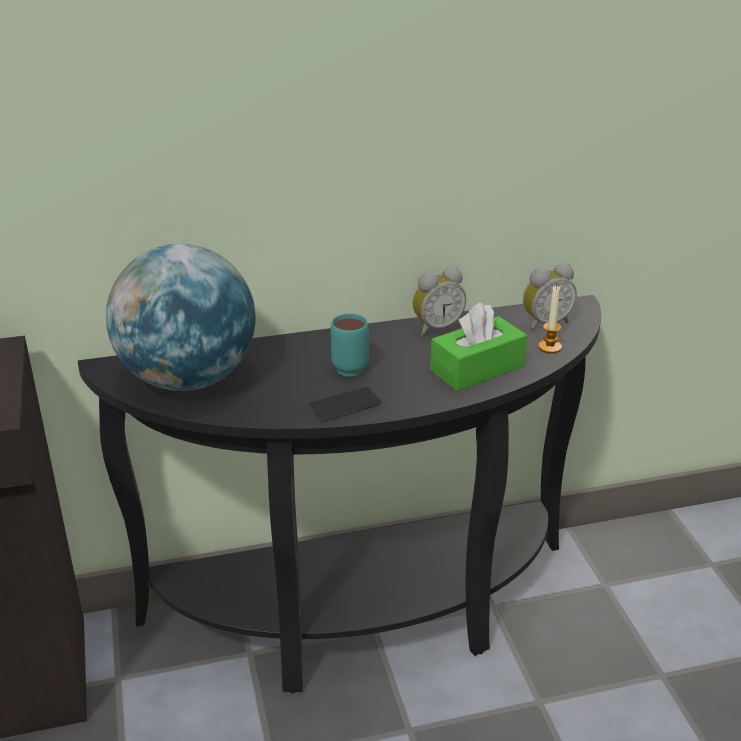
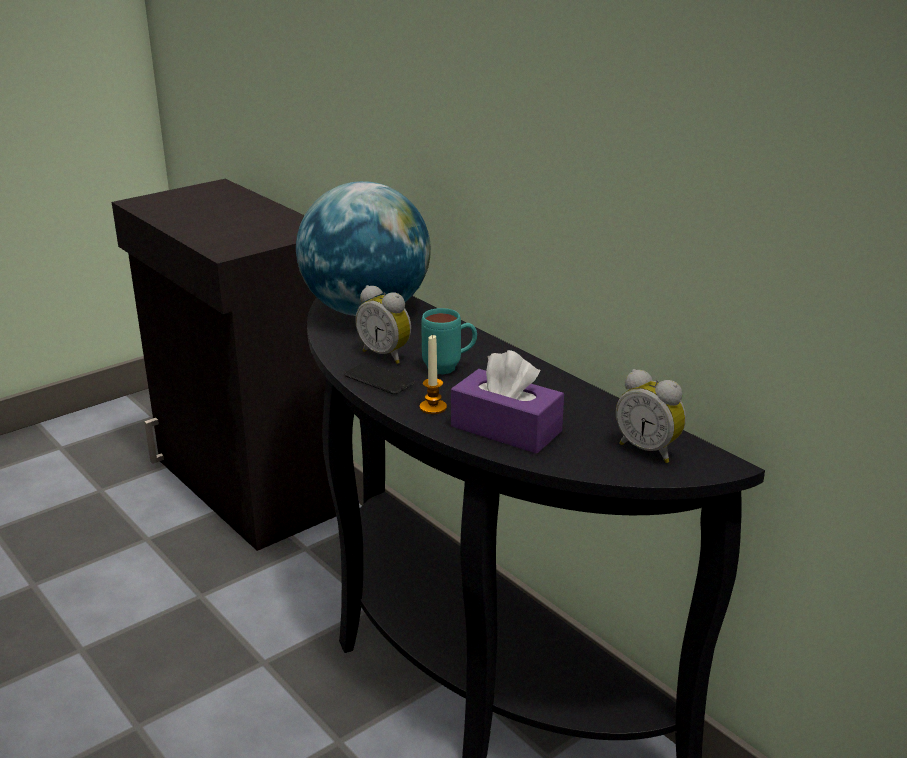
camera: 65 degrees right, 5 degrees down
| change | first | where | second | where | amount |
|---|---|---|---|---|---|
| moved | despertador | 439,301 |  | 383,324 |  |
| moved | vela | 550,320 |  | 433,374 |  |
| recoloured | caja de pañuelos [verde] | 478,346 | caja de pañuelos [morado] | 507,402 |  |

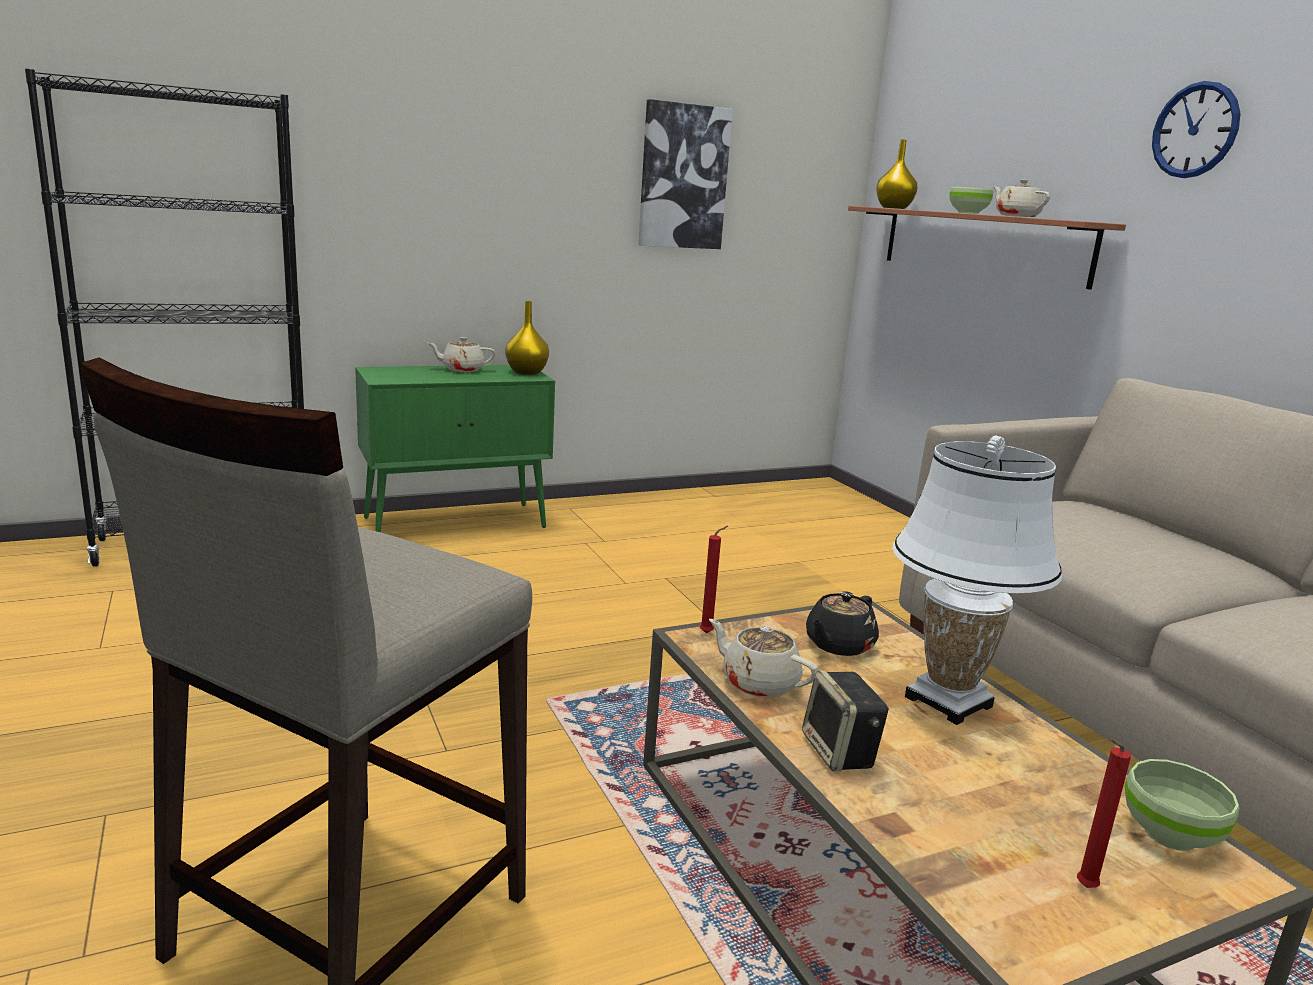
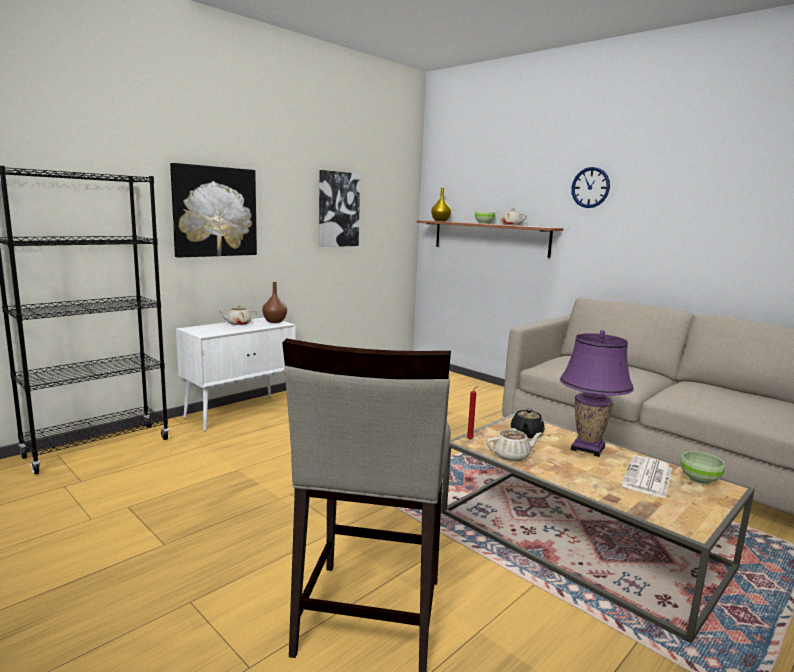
camera: 20 degrees left, 5 degrees down
| change | first | where | second | where | amount |
|---|---|---|---|---|---|
| added |  |  | cuadro | 213,210 |  |
| recoloured | armario [verde] | 455,448 | armario [blanco] | 236,374 |  |
| recoloured | florero [amarillo] | 527,338 | florero [marrón] | 274,302 |  |
| turned | tetera [beis] | 763,658 |  | 514,444 | 150 degrees clockwise |
| recoloured | lámpara de mesa [blanco] | 977,580 | lámpara de mesa [morado] | 597,393 |  |
| added |  |  | periódico | 646,476 |  |
| removed | altavoz | 845,721 |  |  |  |
| removed | vela [rojo] | 1104,813 |  |  |  |

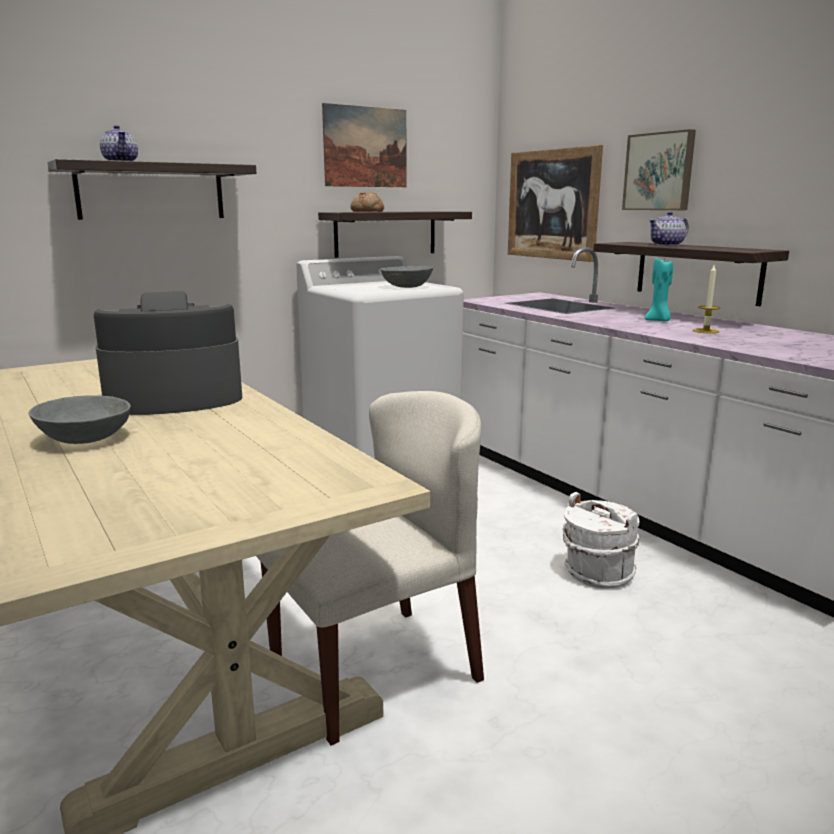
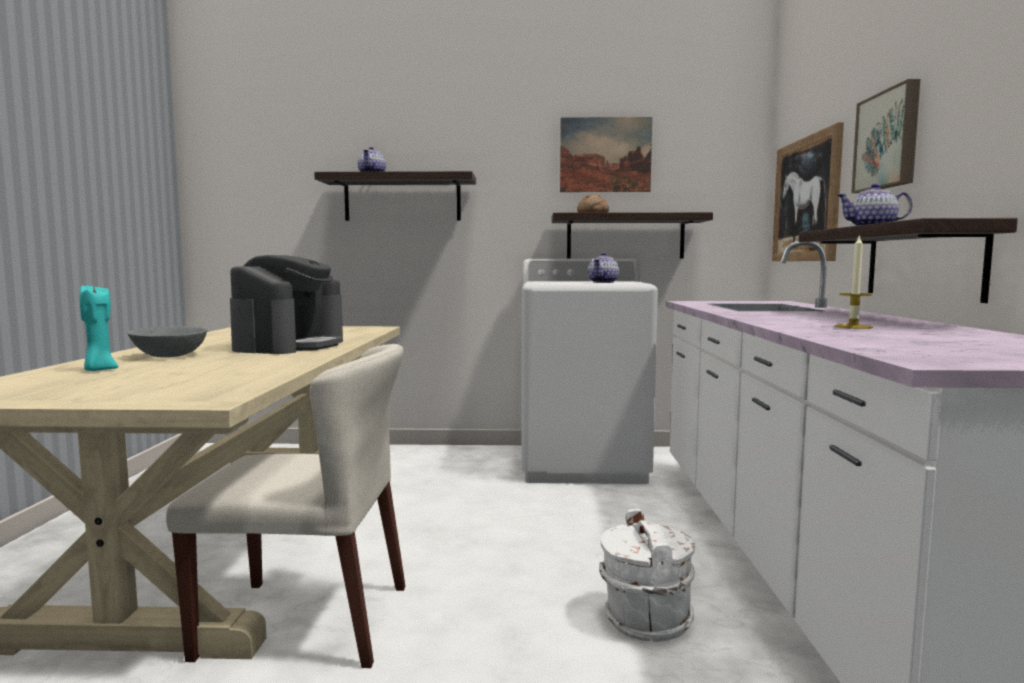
camera: 35 degrees right, 10 degrees down
| change | first | where | second | where | amount |
|---|---|---|---|---|---|
| moved | vela [turquesa] | 659,288 |  | 99,328 |  |
| turned | cafetera | 168,353 |  | 286,304 | 90 degrees clockwise |
| replaced | cuenco [gris] | 407,277 | tetera | 603,267 |  |

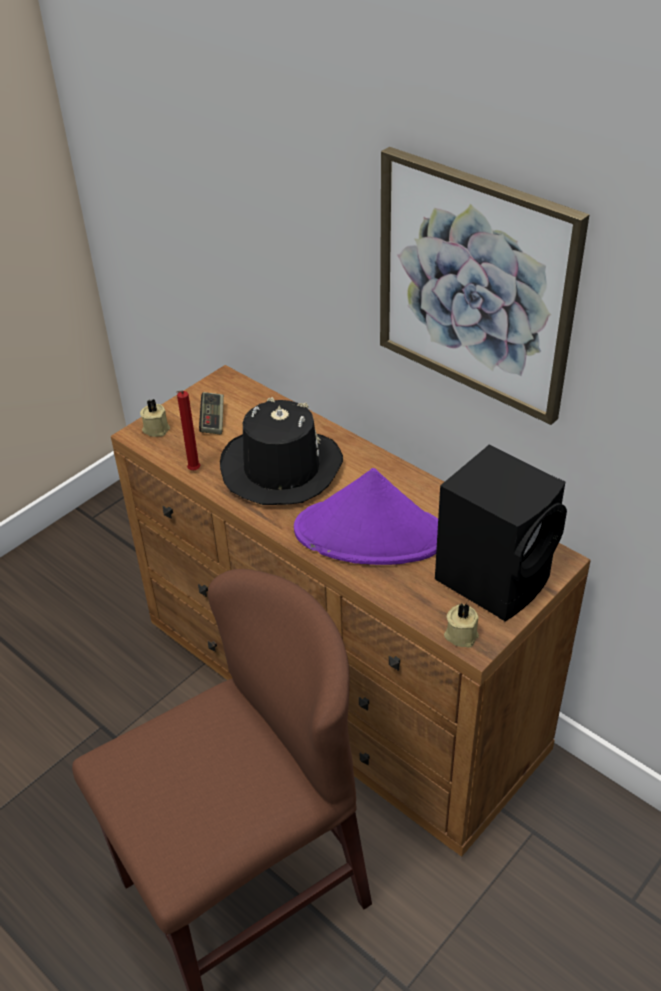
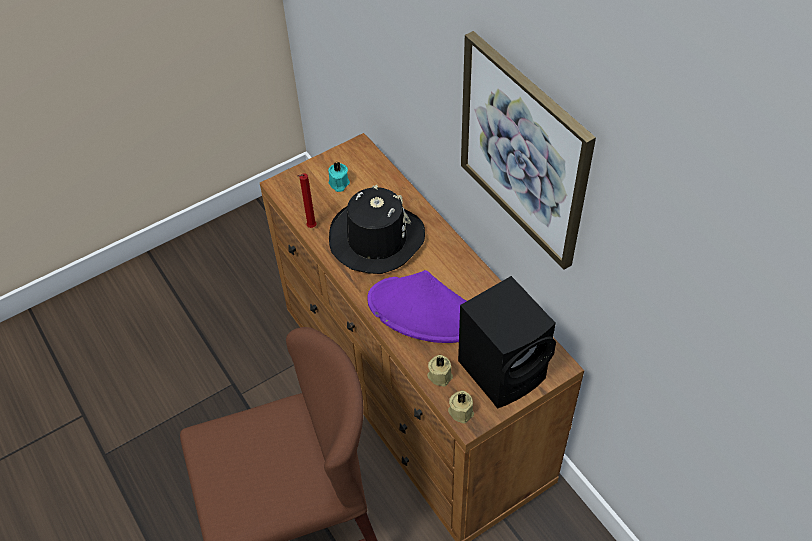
camera: 15 degrees right, 10 degrees up
| change | first | where | second | where | amount |
|---|---|---|---|---|---|
| replaced | mando de consola | 211,413 | vela [turquesa] | 339,177 |  |
| moved | vela [beis] | 155,418 |  | 440,371 |  |

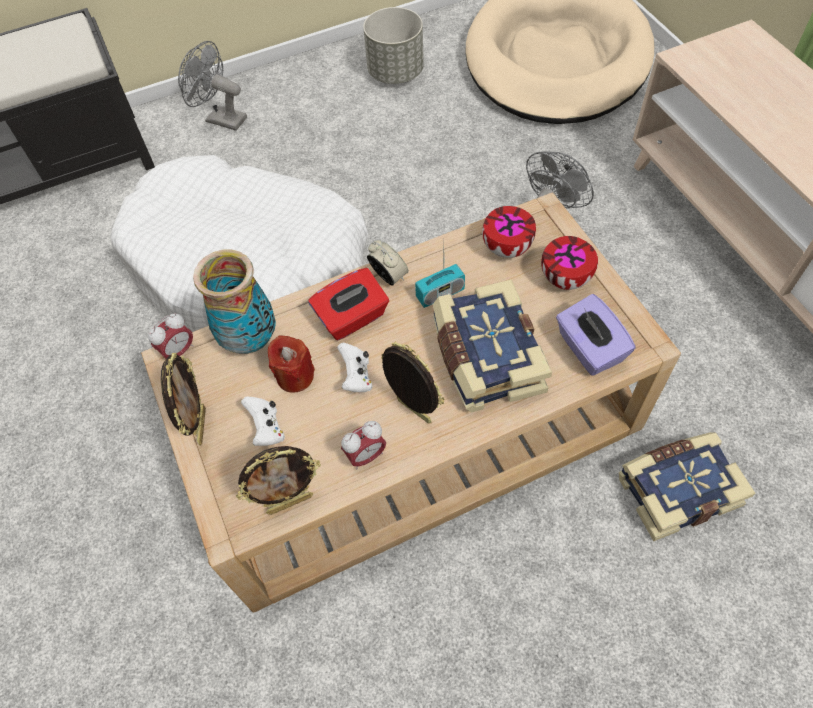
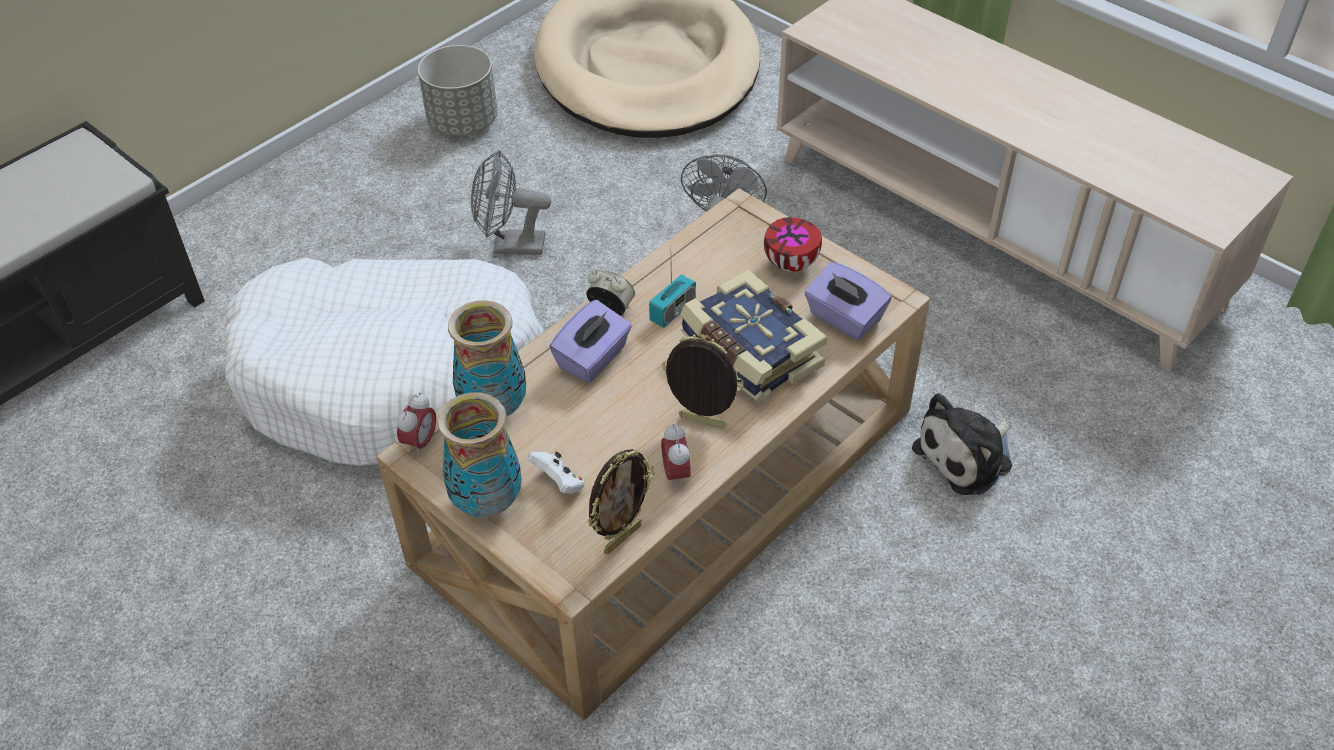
camera: 25 degrees left, 10 degrees down
| change | first | where | second | where | amount |
|---|---|---|---|---|---|
| replaced | portarretratos | 183,399 | florero | 479,454 |  |
| moved | ventilador [gris] | 212,86 |  | 511,202 |  |
| recoloured | caja de pañuelos [rojo] | 348,304 | caja de pañuelos [morado] | 590,341 |  |
| turned | despertador | 363,445 |  | 676,455 | 135 degrees clockwise |
| replaced | libro | 687,486 | peluche | 962,444 |  |
| removed | vela [rojo] | 291,364 |  |  |  |
| removed | mando de consola [blanco] | 354,367 |  |  |  |
| removed | cuenco | 509,232 |  |  |  |

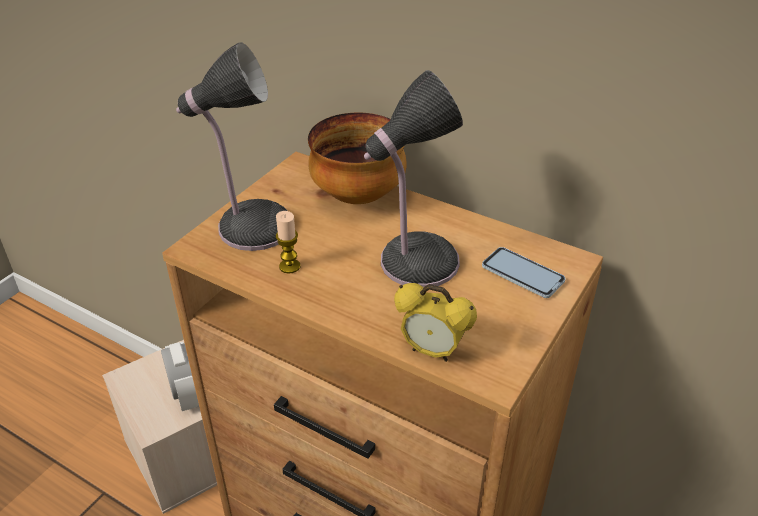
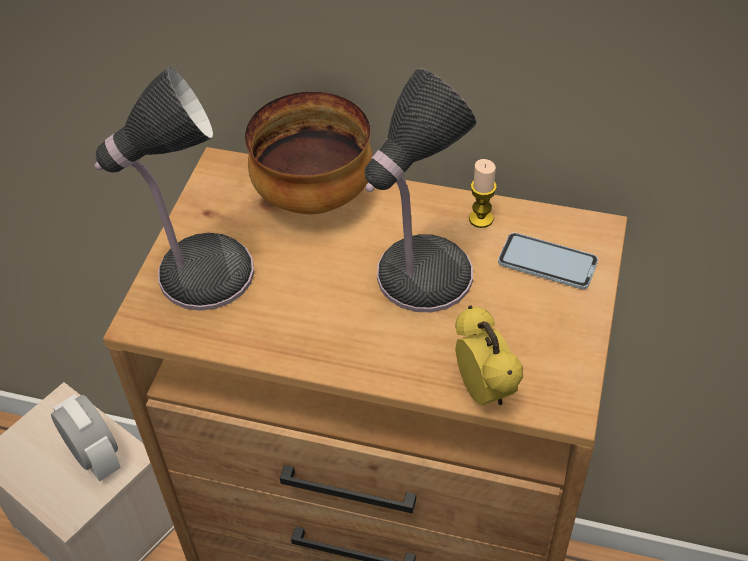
camera: 15 degrees left, 10 degrees up
| change | first | where | second | where | amount |
|---|---|---|---|---|---|
| turned | despertador | 435,322 |  | 489,355 | 120 degrees counterclockwise |
| moved | vela | 288,242 |  | 483,193 |  |

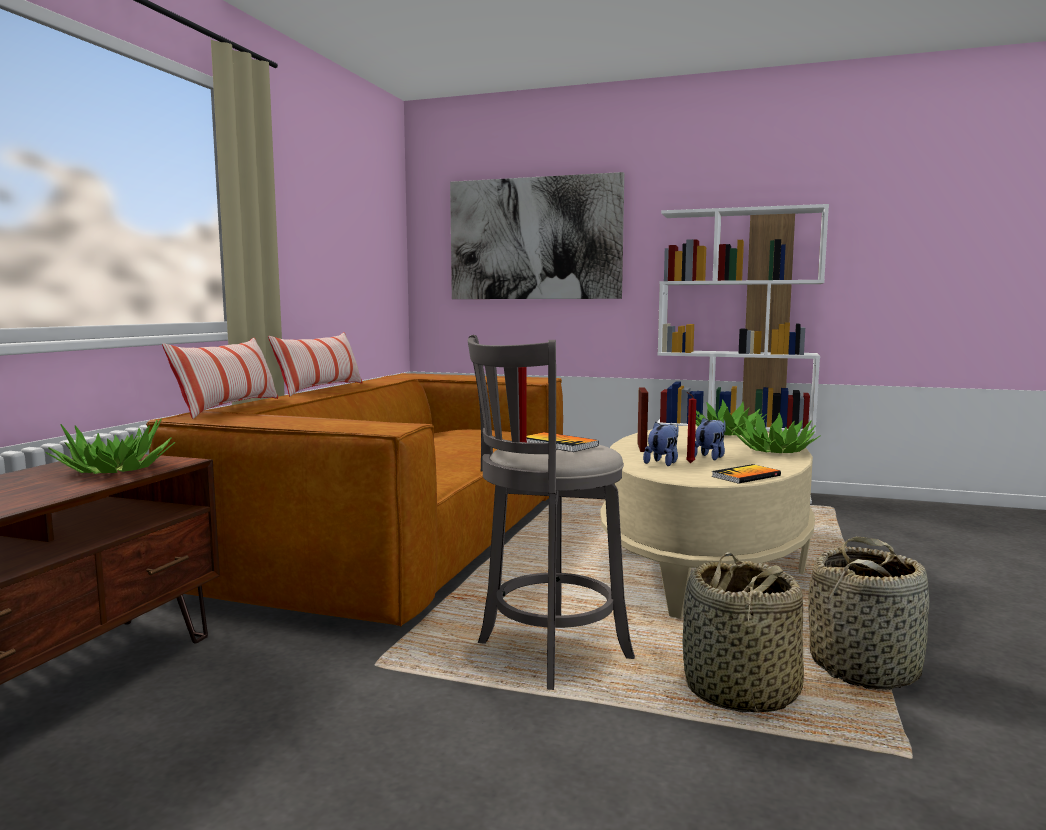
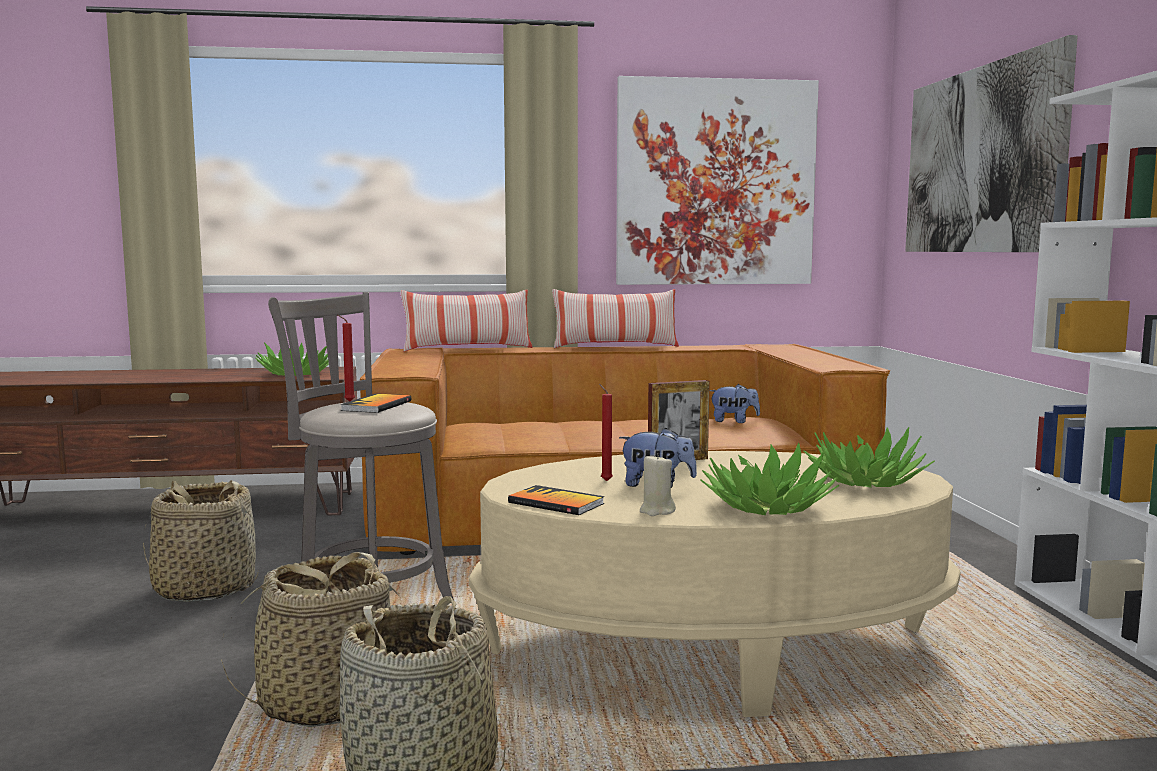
camera: 65 degrees right, 0 degrees up
| change | first | where | second | where | amount |
|---|---|---|---|---|---|
| added |  |  | cesta | 201,541 |  |
| added |  |  | cuadro | 717,180 |  |
| added |  |  | vela [beis] | 658,484 |  |
| moved | peluche | 660,444 |  | 734,403 |  |

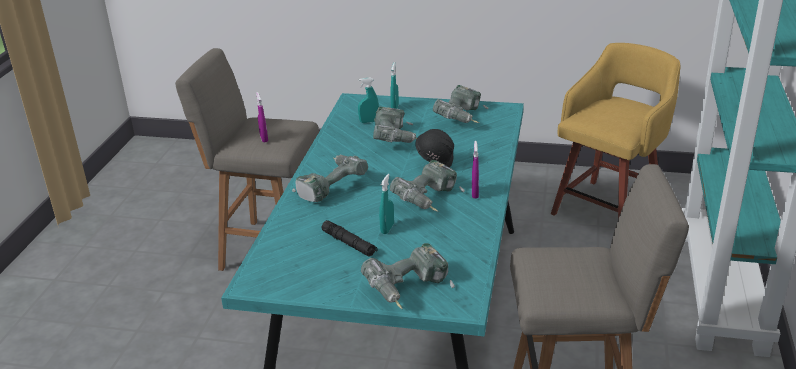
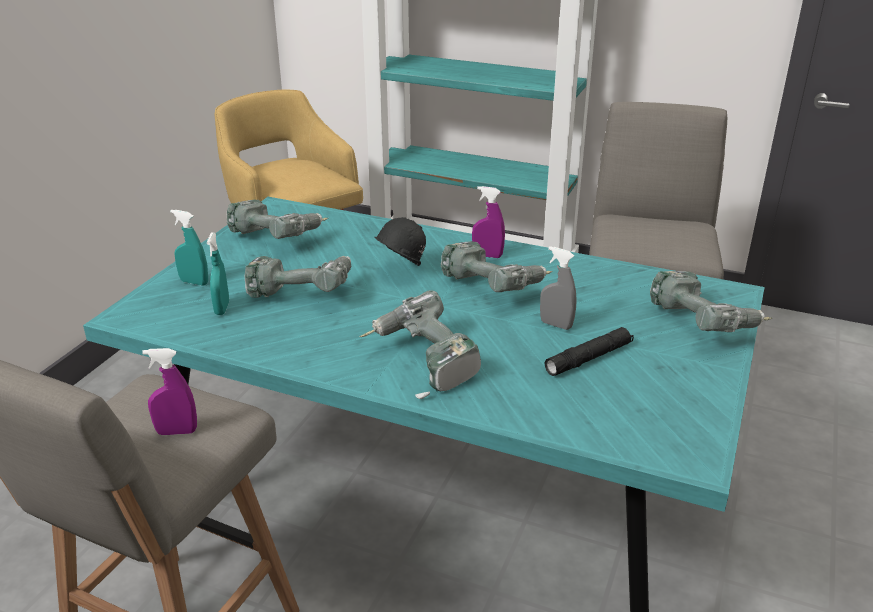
camera: 80 degrees left, 0 degrees up
| change | first | where | second | where | amount |
|---|---|---|---|---|---|
| recoloured | pulverizador [turquesa] | 386,204 | pulverizador [gris] | 558,288 |  |

